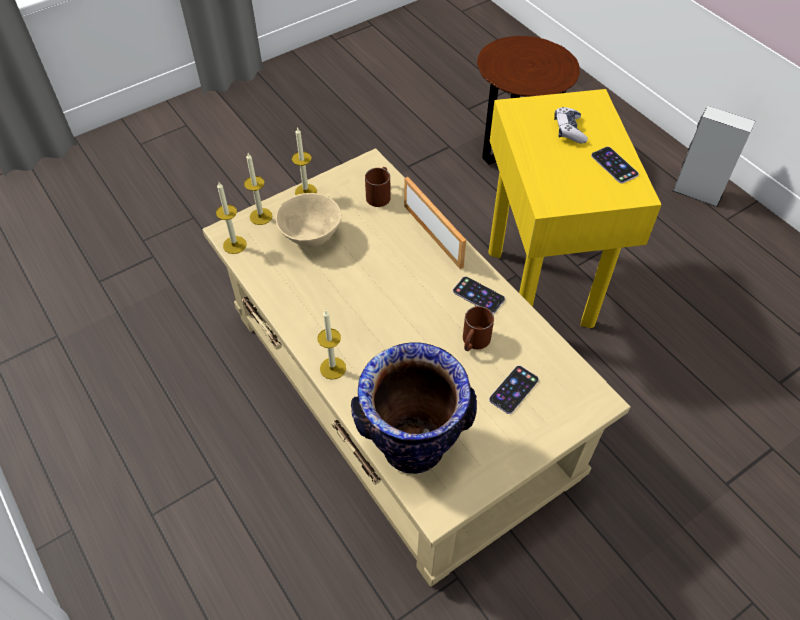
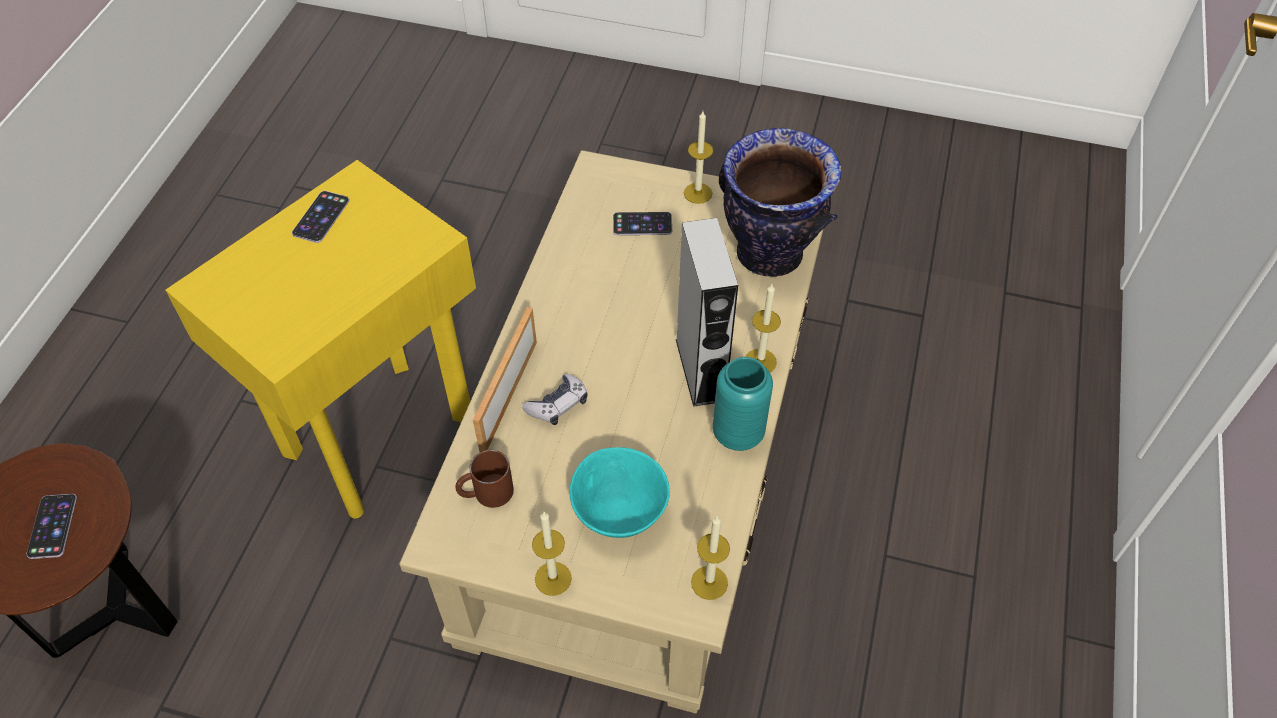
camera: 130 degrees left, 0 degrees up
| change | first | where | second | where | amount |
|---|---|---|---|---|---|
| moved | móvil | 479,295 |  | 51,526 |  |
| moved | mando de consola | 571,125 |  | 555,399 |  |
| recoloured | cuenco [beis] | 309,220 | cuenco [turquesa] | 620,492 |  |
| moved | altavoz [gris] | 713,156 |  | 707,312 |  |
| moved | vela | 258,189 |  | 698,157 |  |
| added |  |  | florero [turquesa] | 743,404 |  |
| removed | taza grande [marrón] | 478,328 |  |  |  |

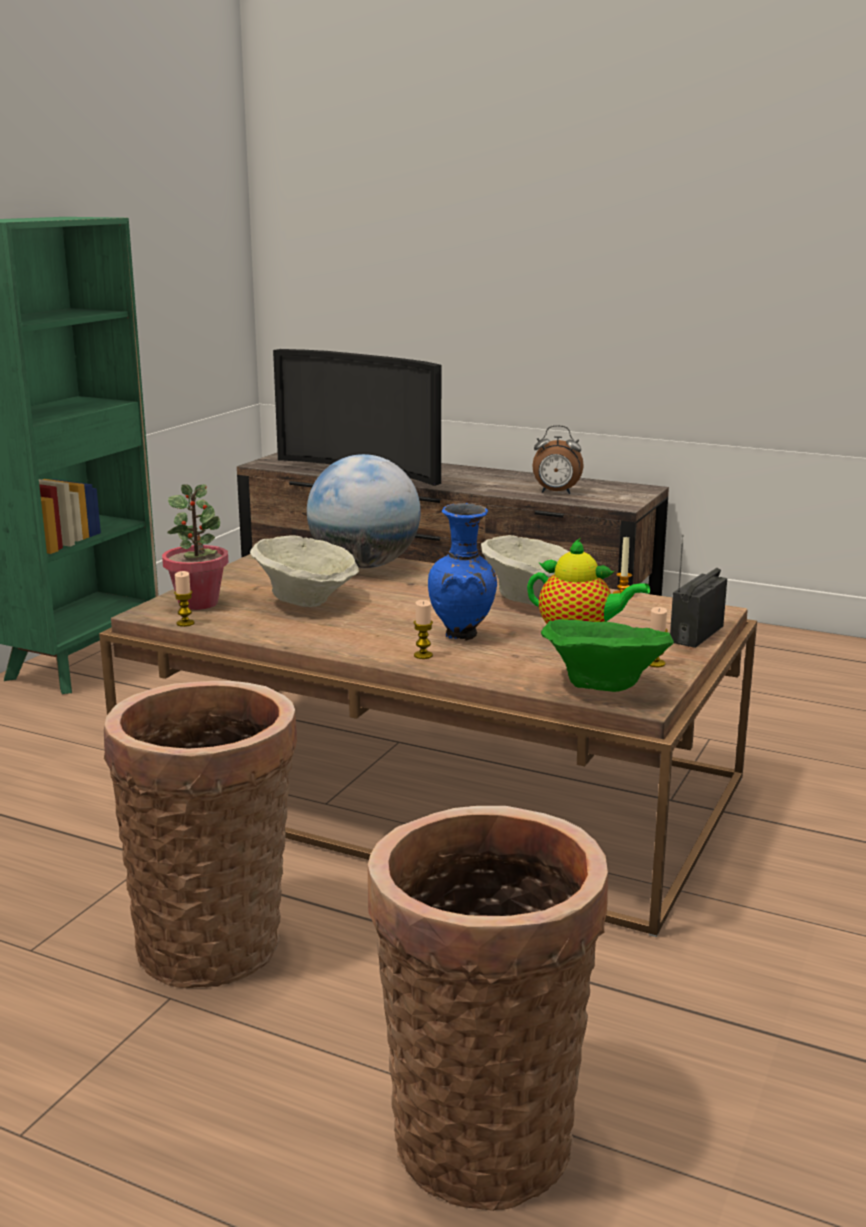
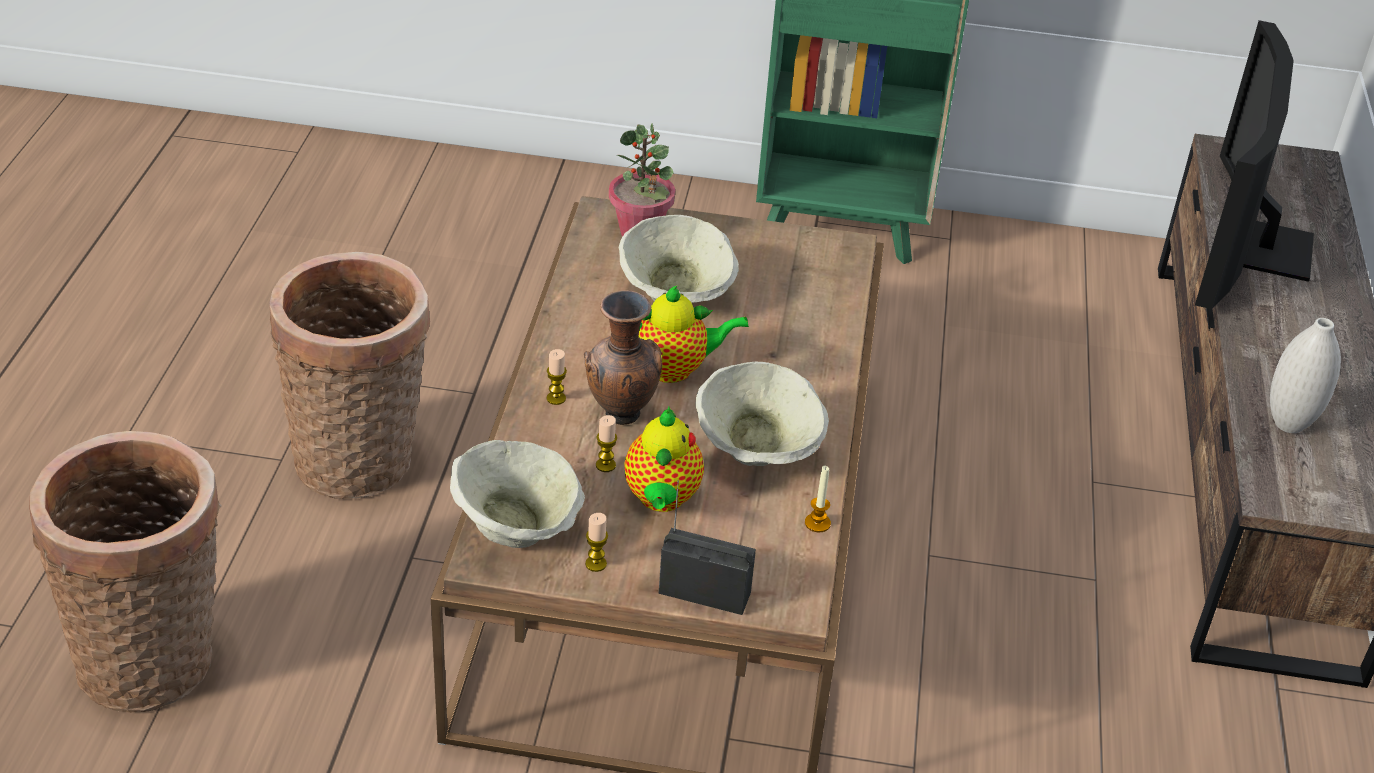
camera: 70 degrees right, 20 degrees up
| change | first | where | second | where | amount |
|---|---|---|---|---|---|
| recoloured | cuenco [verde] | 607,655 | cuenco [beis] | 517,494 |  |
| recoloured | florero [azul] | 462,572 | florero [marrón] | 623,357 |  |
| moved | vela | 184,599 |  | 606,443 |  |
| added |  |  | tetera | 694,334 |  |
| replaced | despertador | 558,459 | florero [blanco] | 1305,375 |  |
| removed | globo terráqueo | 364,511 |  |  |  |

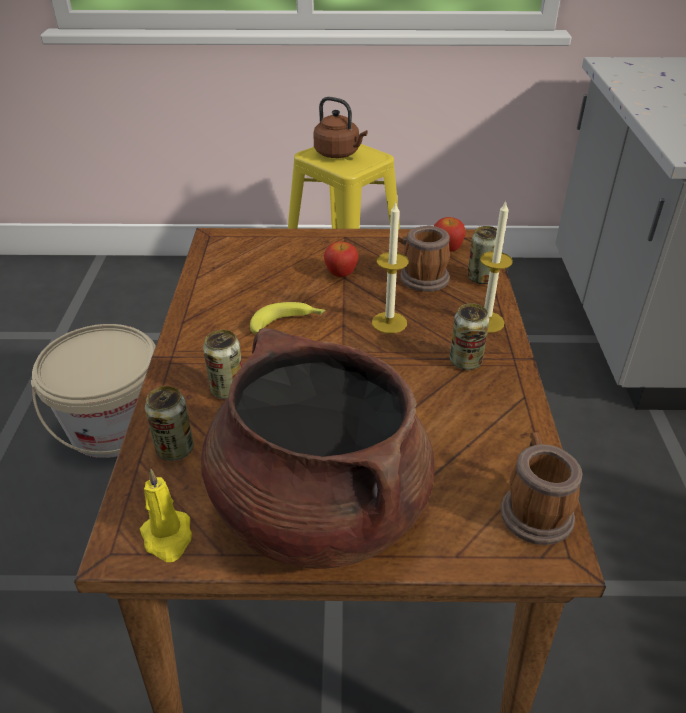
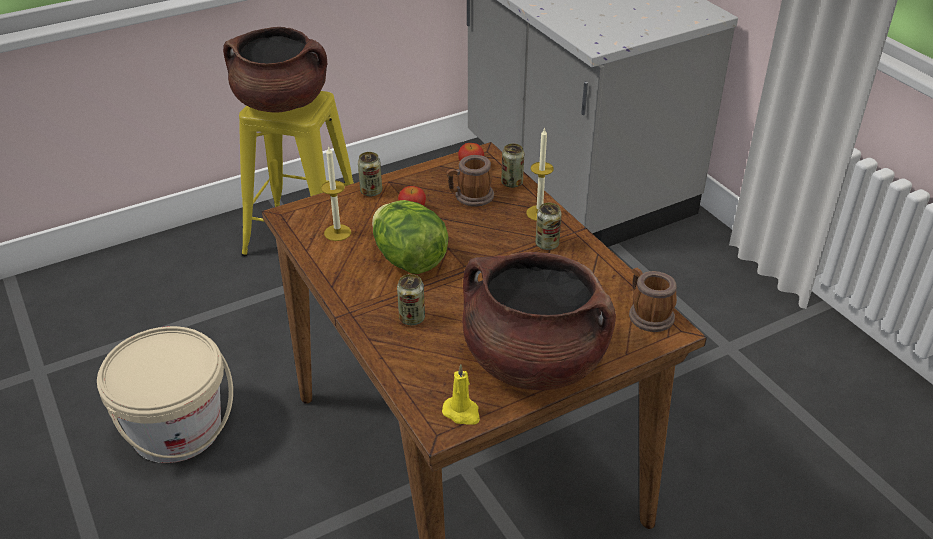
camera: 30 degrees left, 0 degrees up
| change | first | where | second | where | amount |
|---|---|---|---|---|---|
| replaced | hervidor [marrón] | 340,127 | olla [marrón] | 275,70 |  |
| moved | vela | 390,267 |  | 336,194 |  |
| moved | lata | 169,423 |  | 370,174 |  |
| replaced | plátano | 287,318 | lechuga | 410,237 |  |

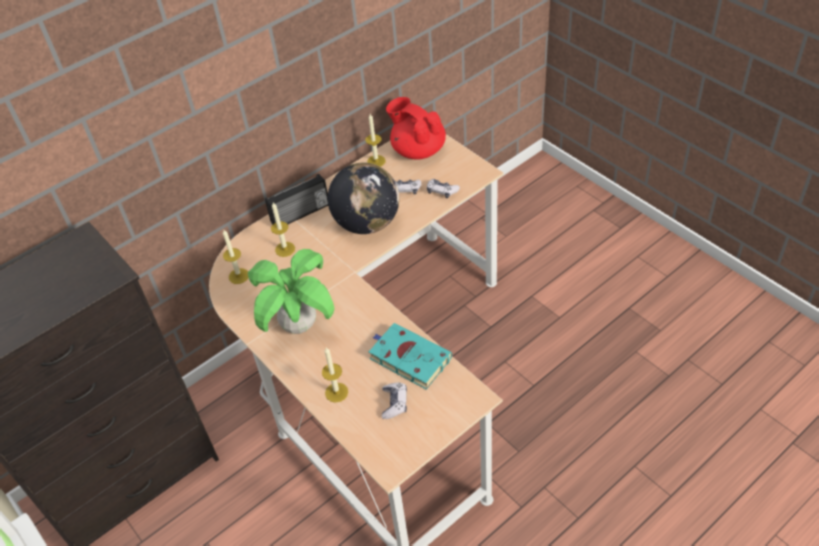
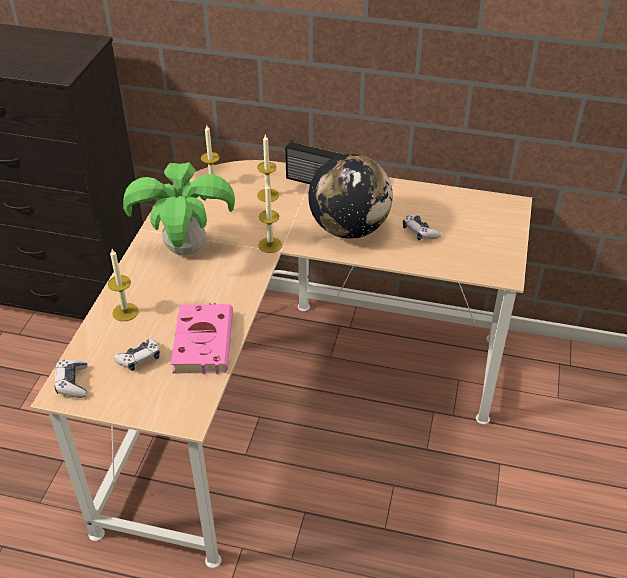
camera: 50 degrees right, 5 degrees down
| change | first | where | second | where | amount |
|---|---|---|---|---|---|
| moved | mando de consola | 443,188 |  | 71,378 |  |
| recoloured | libro [turquesa] | 410,356 | libro [rosa] | 202,338 |  |
| moved | vela | 375,140 |  | 270,217 |  |
| removed | tetera [rojo] | 416,128 |  |  |  |

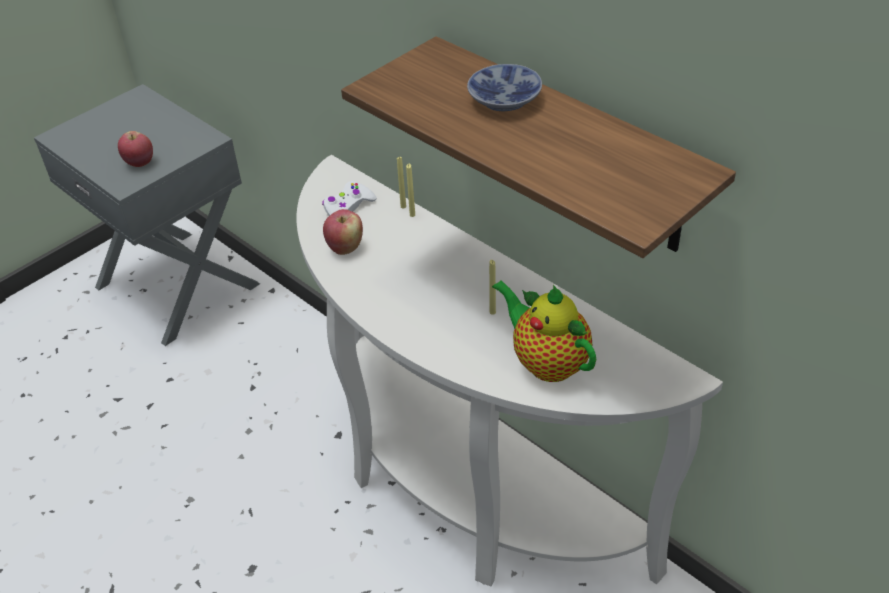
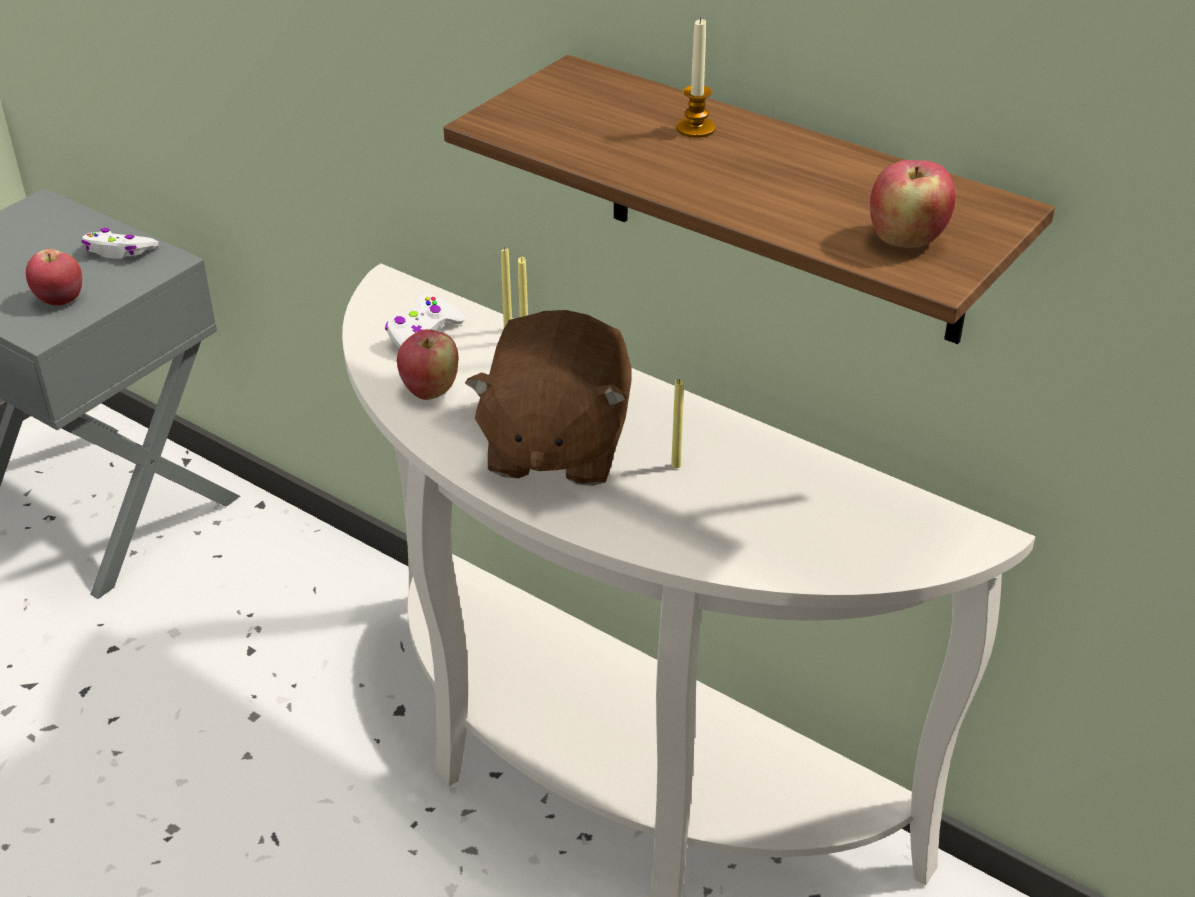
camera: 10 degrees left, 5 degrees down
| change | first | where | second | where | amount |
|---|---|---|---|---|---|
| added |  |  | mando de consola [blanco] | 120,243 |  |
| added |  |  | peluche [marrón] | 548,398 |  |
| replaced | cuenco | 504,87 | vela | 696,77 |  |
| added |  |  | manzana | 912,204 |  |
| removed | tetera | 544,331 |  |  |  |

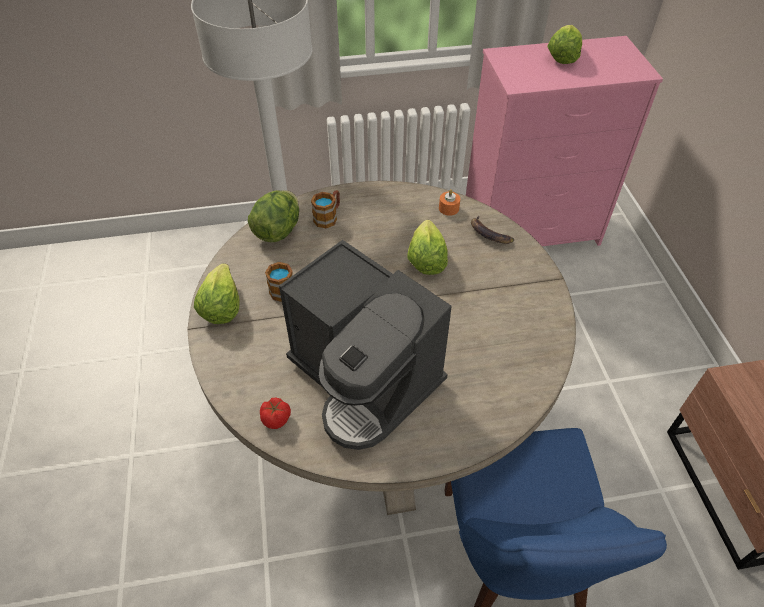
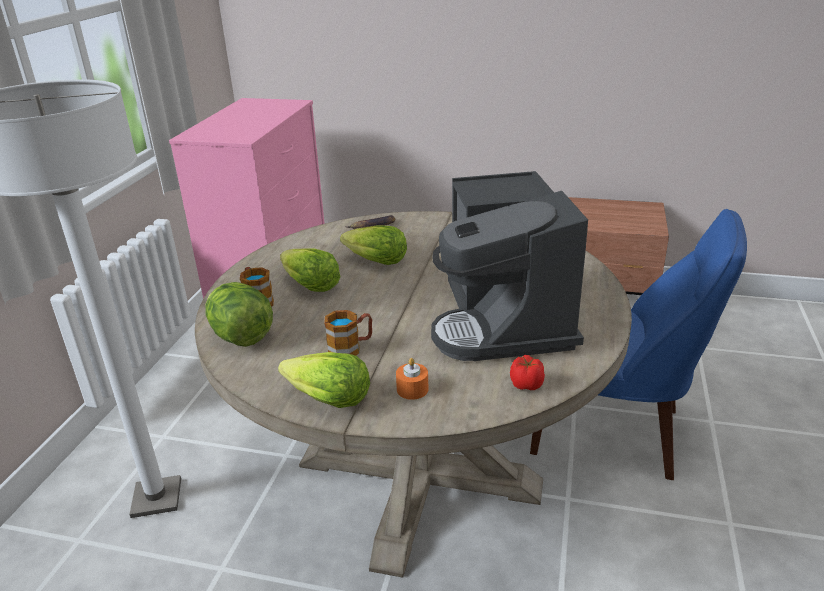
camera: 65 degrees left, 20 degrees down
| change | first | where | second | where | amount |
|---|---|---|---|---|---|
| moved | lechuga | 564,44 |  | 310,270 |  |
| moved | vela [naranja] | 449,202 |  | 412,379 |  |
| turned | cafetera | 365,345 |  | 509,266 | 105 degrees clockwise |

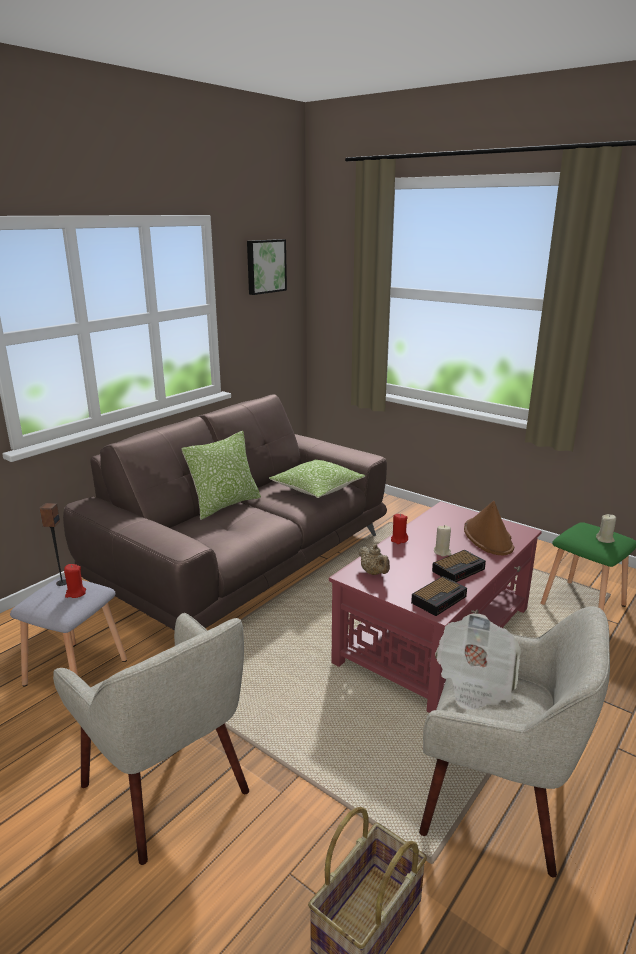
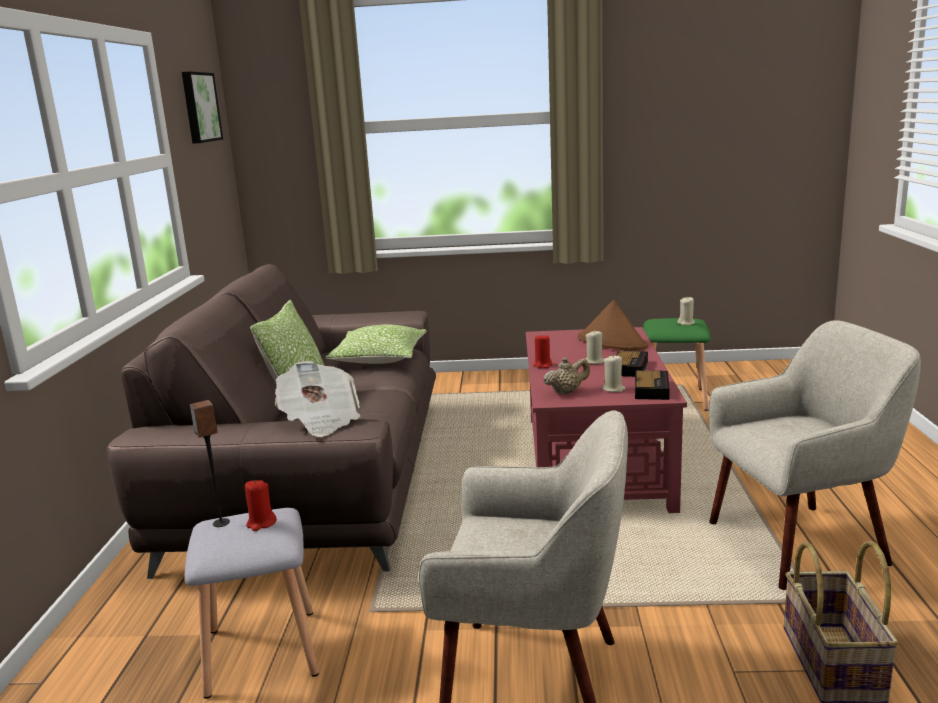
camera: 35 degrees left, 5 degrees down
| change | first | where | second | where | amount |
|---|---|---|---|---|---|
| moved | periódico | 478,661 |  | 317,399 |  |
| turned | tetera [beis] | 374,559 |  | 566,375 | 45 degrees counterclockwise |
| added |  |  | vela [beis] | 614,373 |  |

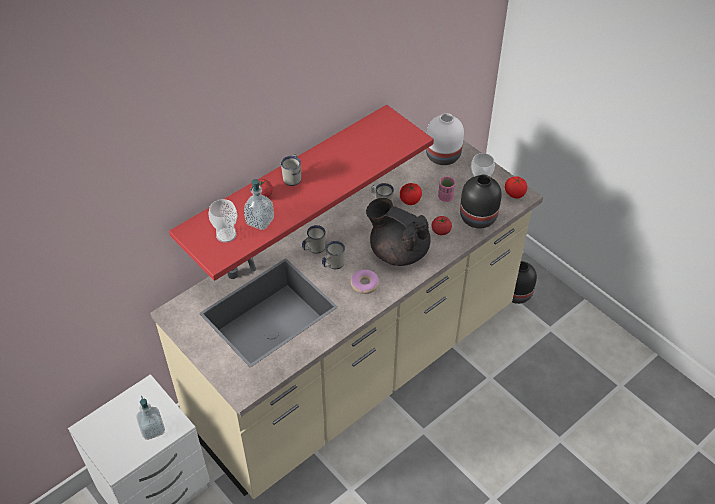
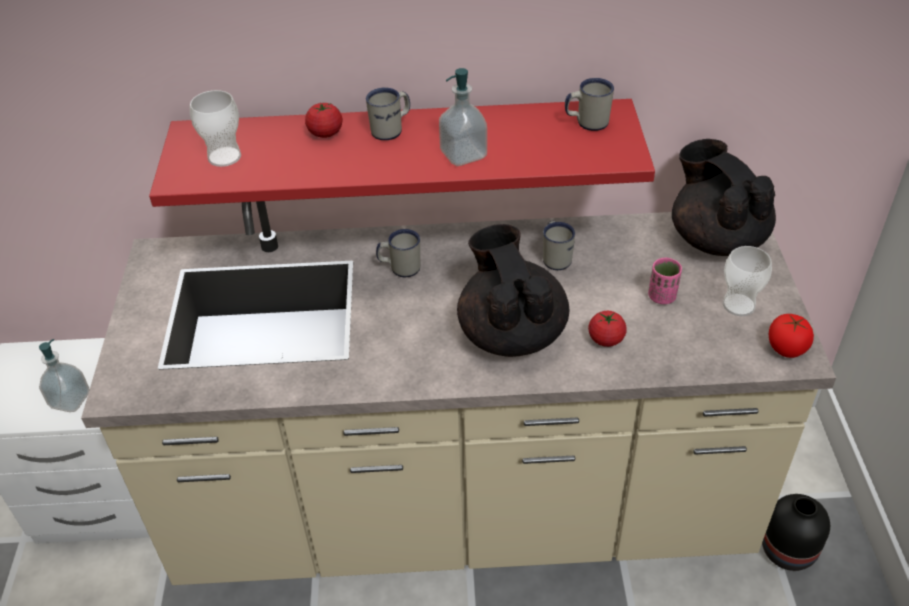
camera: 40 degrees right, 5 degrees down
| change | first | where | second | where | amount |
|---|---|---|---|---|---|
| moved | dispensador de jabón | 259,204 |  | 463,117 |  |
| moved | taza grande [blanco] | 333,255 |  | 589,104 |  |
| replaced | florero [blanco] | 445,139 | tetera [negro] | 724,197 |  |
| removed | rosquilla | 365,282 |  |  |  |
| removed | tomate | 411,194 |  |  |  |
| removed | florero [negro] | 481,201 |  |  |  |

